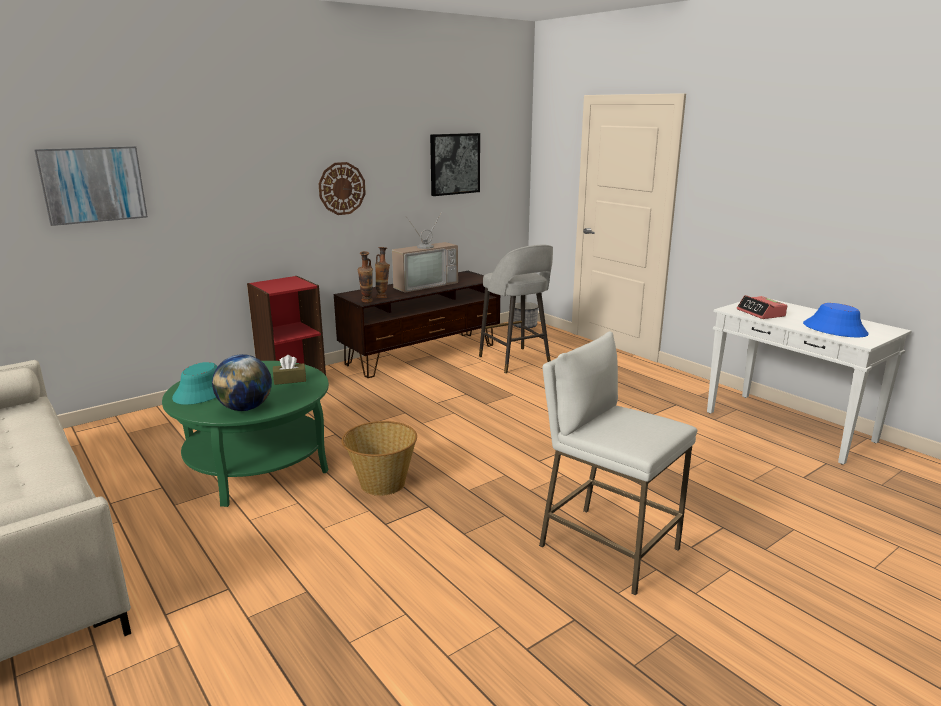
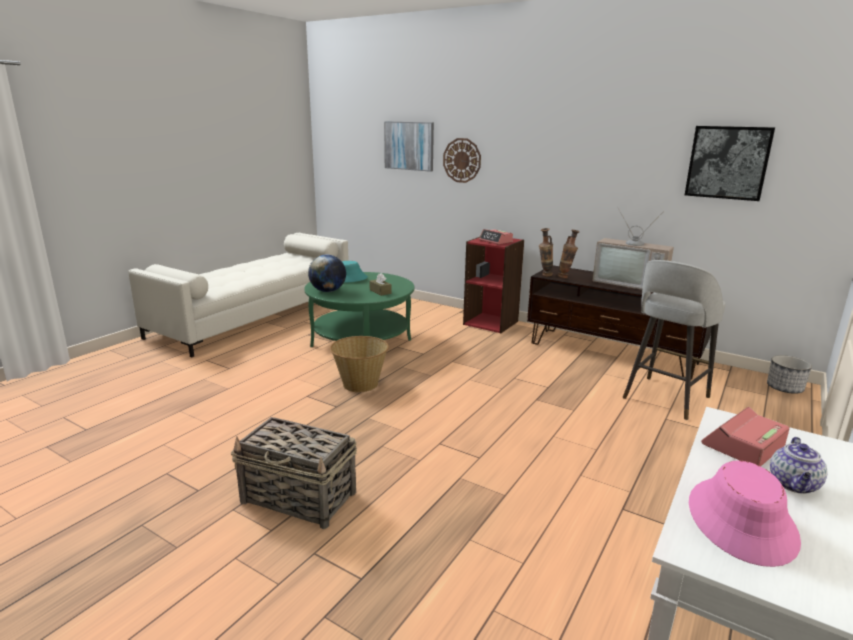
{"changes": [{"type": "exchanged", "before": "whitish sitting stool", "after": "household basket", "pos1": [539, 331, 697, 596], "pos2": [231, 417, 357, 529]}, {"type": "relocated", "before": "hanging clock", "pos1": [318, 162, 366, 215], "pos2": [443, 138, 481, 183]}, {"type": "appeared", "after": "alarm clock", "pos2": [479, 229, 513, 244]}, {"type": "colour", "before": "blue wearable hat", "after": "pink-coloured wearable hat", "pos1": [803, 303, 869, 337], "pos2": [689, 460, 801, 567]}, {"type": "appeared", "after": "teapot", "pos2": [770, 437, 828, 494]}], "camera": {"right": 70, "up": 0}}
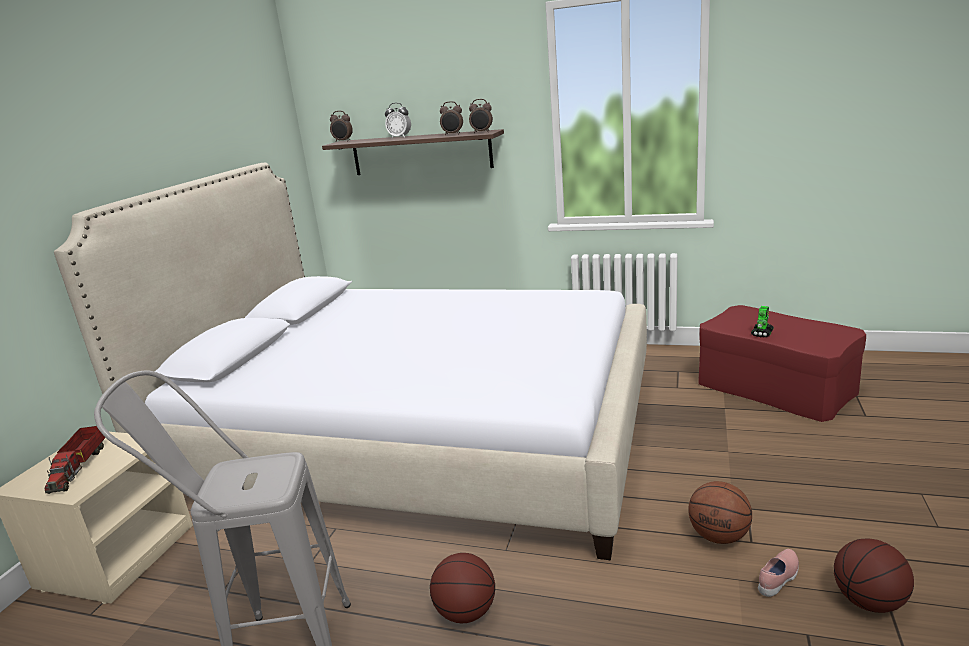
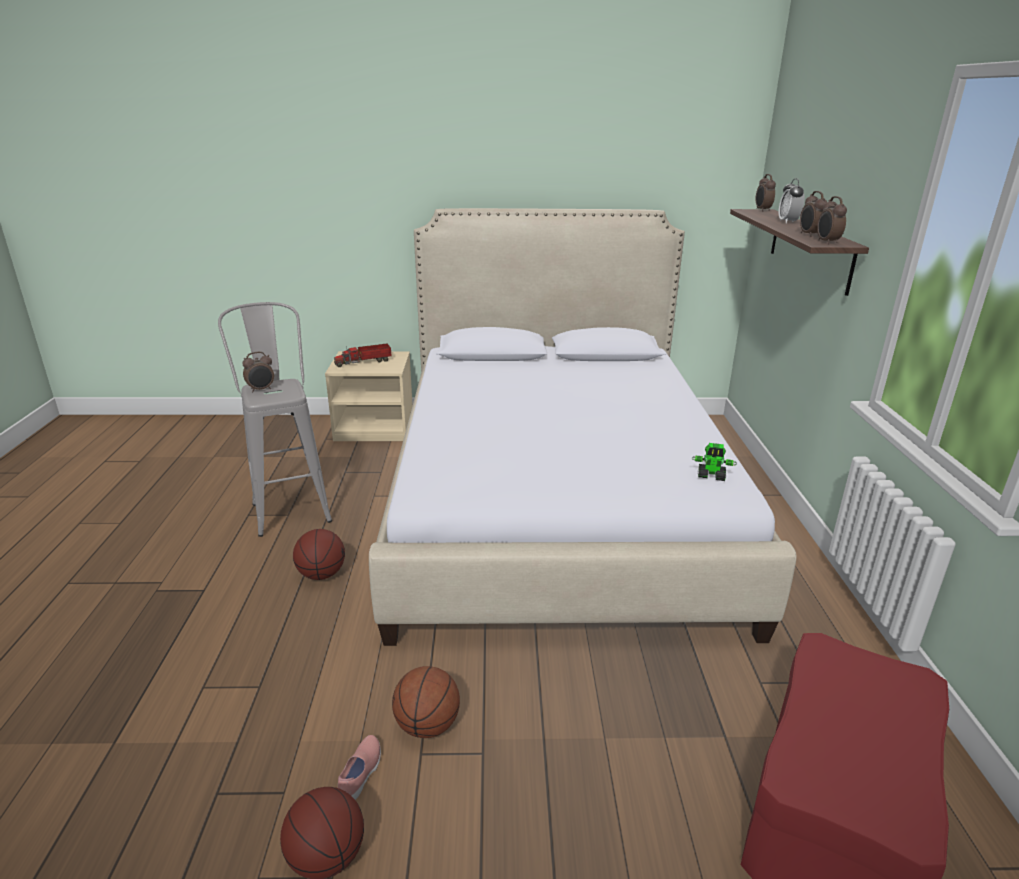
{"changes": [{"type": "appeared", "after": "alarm clock", "pos2": [242, 352, 274, 392]}, {"type": "spun", "before": "pink-coloured item of footwear", "pos1": [758, 549, 799, 597], "pos2": [338, 735, 381, 800], "turn": -105}, {"type": "relocated", "before": "robot figure", "pos1": [751, 306, 774, 337], "pos2": [692, 443, 737, 481]}], "camera": {"right": 70, "up": 5}}
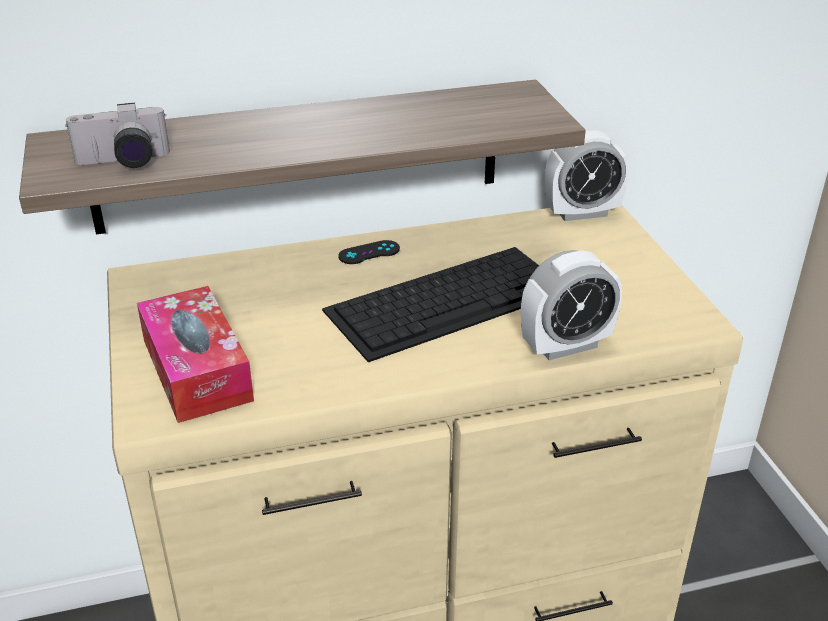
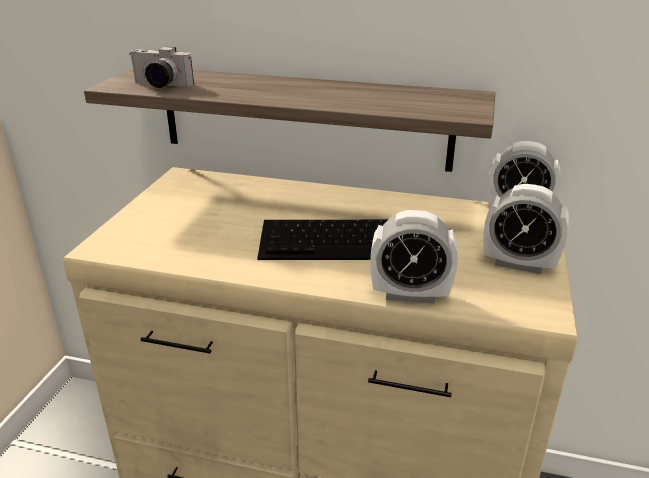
{"changes": [{"type": "appeared", "after": "alarm clock", "pos2": [483, 184, 569, 274]}, {"type": "missing", "before": "tissue box", "pos1": [137, 286, 254, 423]}, {"type": "missing", "before": "black-coloured game controller", "pos1": [338, 240, 400, 264]}], "camera": {"right": 30, "up": -5}}
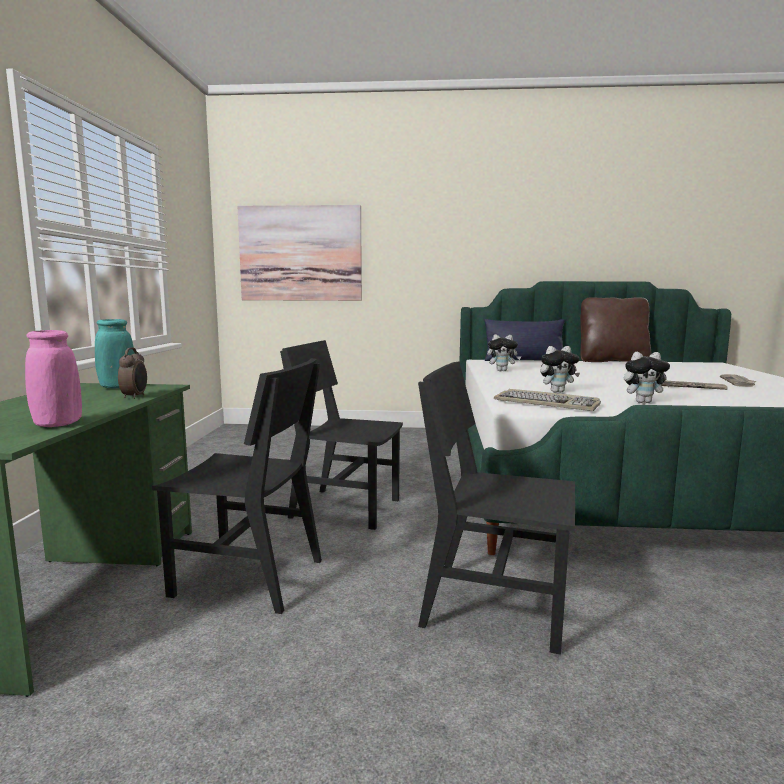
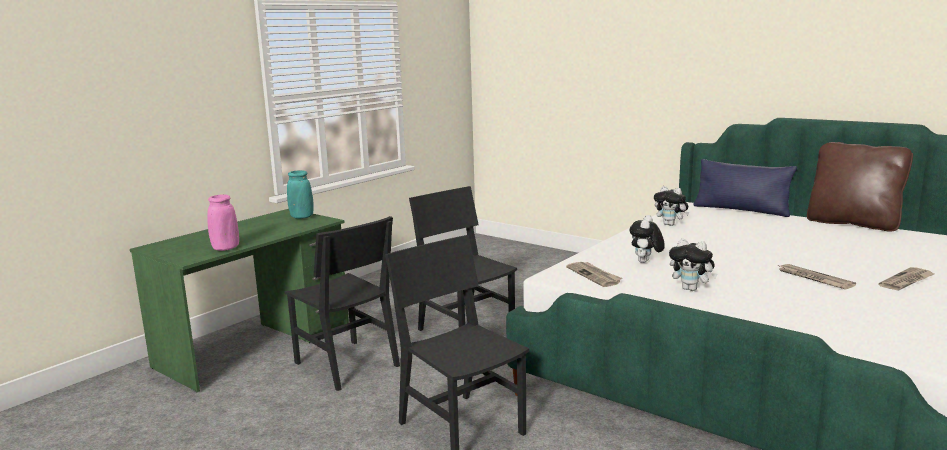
{"changes": [{"type": "exchanged", "before": "computer keyboard", "after": "daily paper", "pos1": [494, 389, 601, 411], "pos2": [566, 262, 622, 287]}, {"type": "spun", "before": "cuddly toy", "pos1": [540, 346, 580, 393], "pos2": [630, 215, 665, 263], "turn": 90}, {"type": "missing", "before": "alarm clock", "pos1": [118, 348, 147, 399]}, {"type": "missing", "before": "wall picture", "pos1": [238, 205, 362, 301]}], "camera": {"right": 35, "up": 5}}
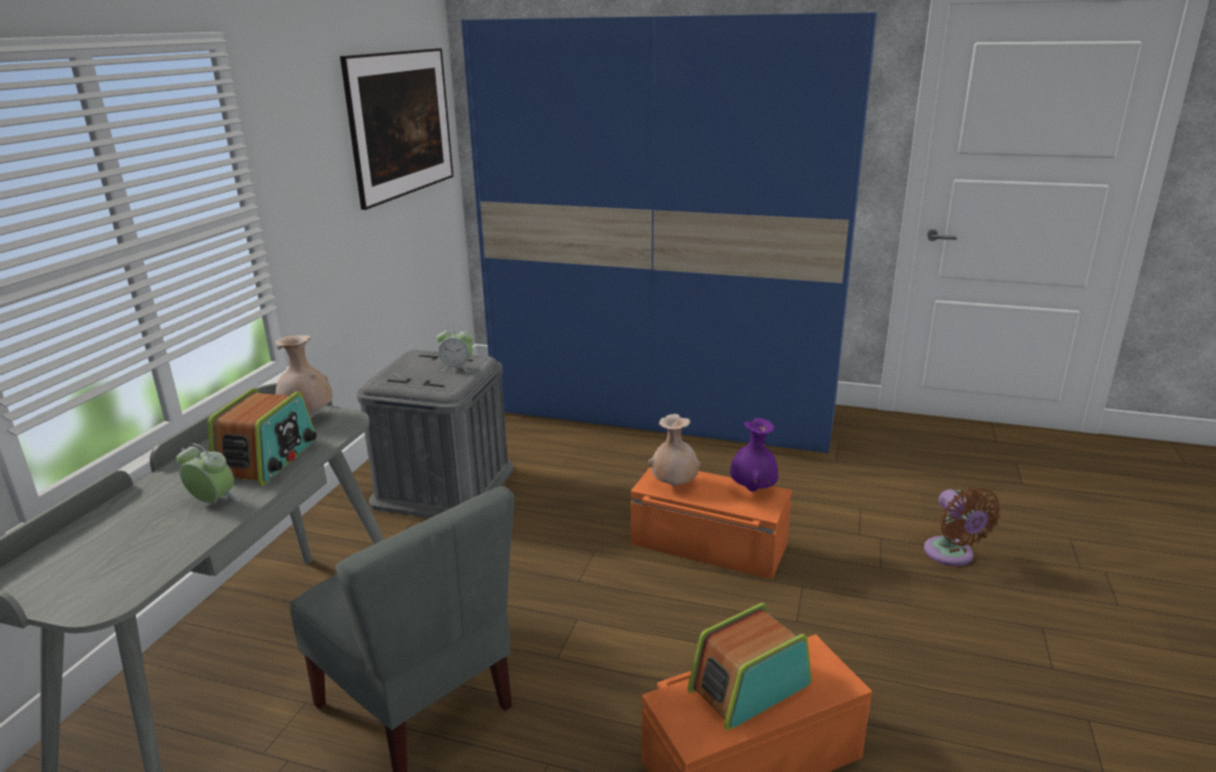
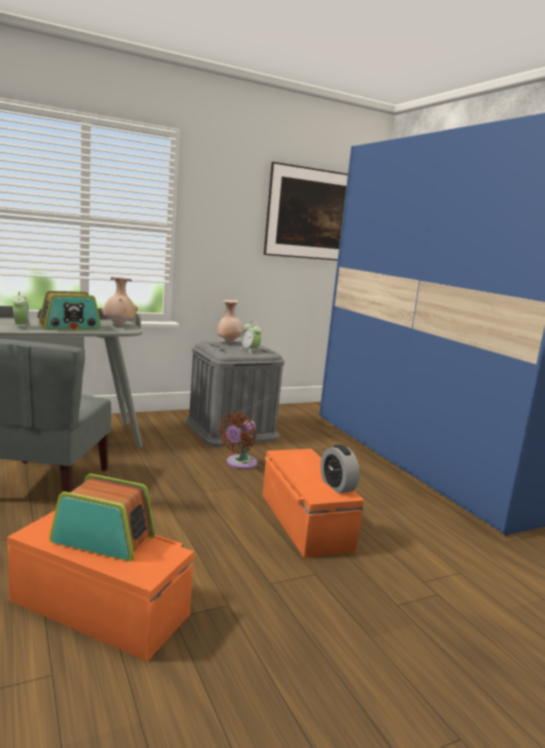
{"changes": [{"type": "relocated", "before": "sand-coloured vase", "pos1": [648, 414, 701, 486], "pos2": [216, 300, 244, 343]}, {"type": "relocated", "before": "brownish electric fan", "pos1": [924, 487, 1001, 566], "pos2": [218, 411, 257, 469]}, {"type": "exchanged", "before": "purple-coloured vase", "after": "alarm clock", "pos1": [730, 418, 778, 492], "pos2": [321, 445, 360, 494]}], "camera": {"right": 45, "up": -10}}
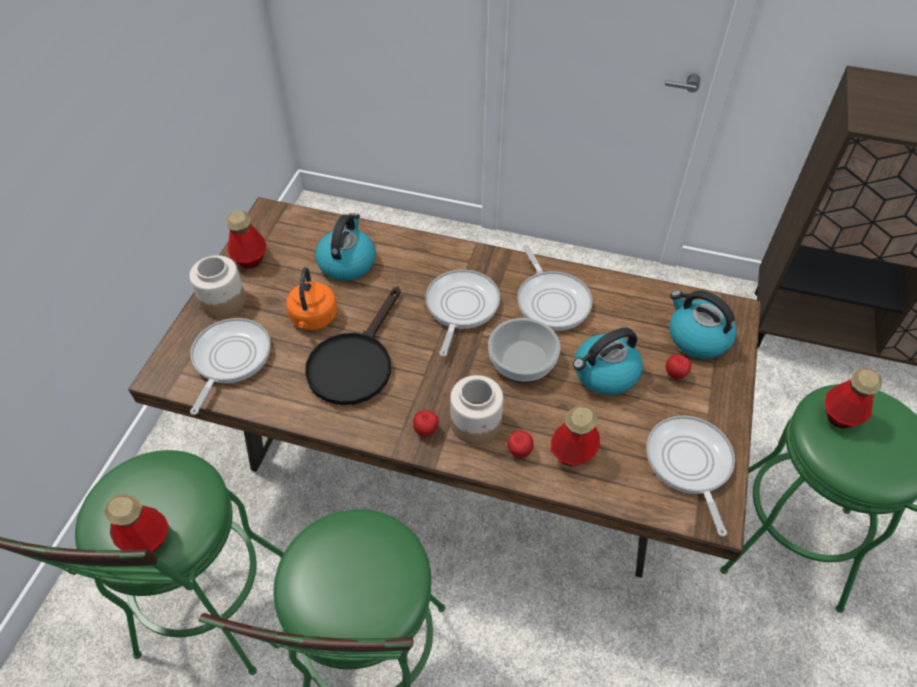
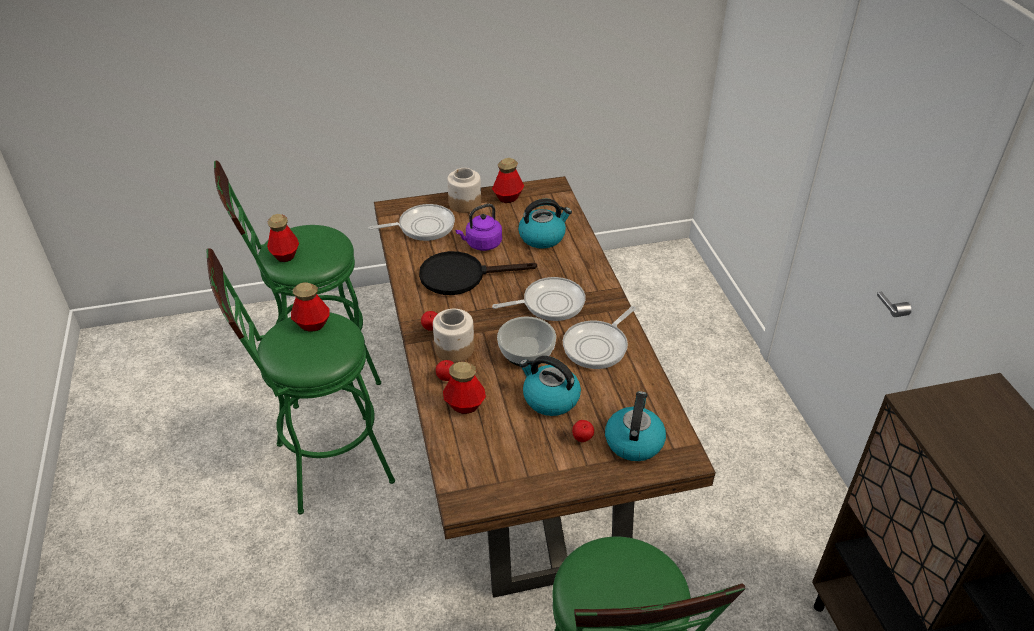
{"changes": [{"type": "relocated", "before": "drink bottle", "pos1": [825, 368, 882, 429], "pos2": [291, 282, 330, 332]}, {"type": "colour", "before": "orange tea kettle", "after": "purple-coloured tea kettle", "pos1": [286, 267, 337, 330], "pos2": [456, 204, 502, 251]}, {"type": "missing", "before": "frying pan", "pos1": [647, 416, 735, 537]}], "camera": {"right": 60, "up": -10}}
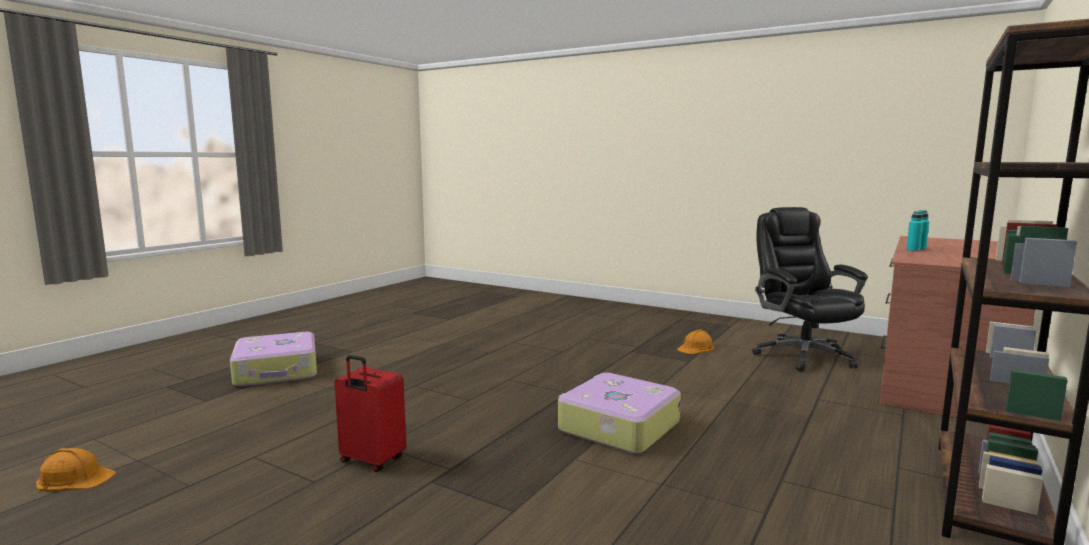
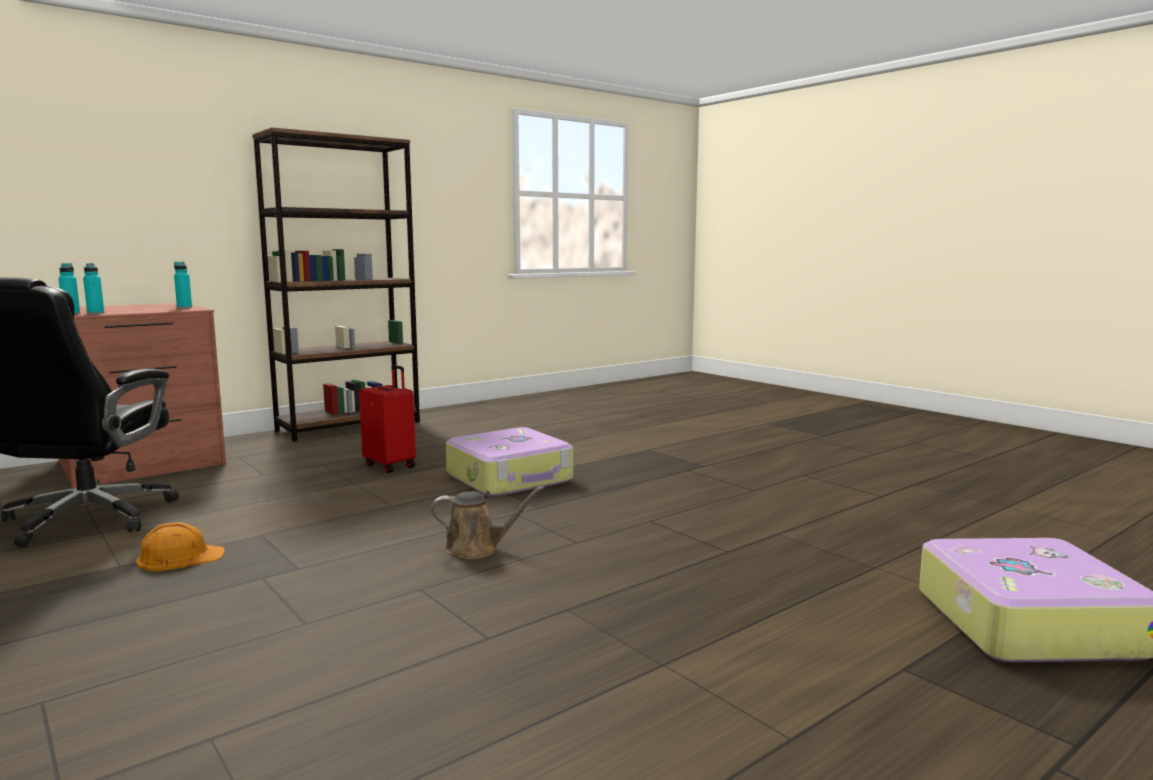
{"changes": [{"type": "appeared", "after": "turquoise drink bottle", "pos2": [174, 262, 192, 309]}, {"type": "relocated", "before": "reddish suitcase", "pos1": [334, 355, 406, 472], "pos2": [359, 365, 416, 473]}, {"type": "appeared", "after": "brownish watering pot", "pos2": [430, 486, 545, 559]}, {"type": "missing", "before": "orange hard hat", "pos1": [36, 448, 116, 492]}], "camera": {"right": -160, "up": 0}}
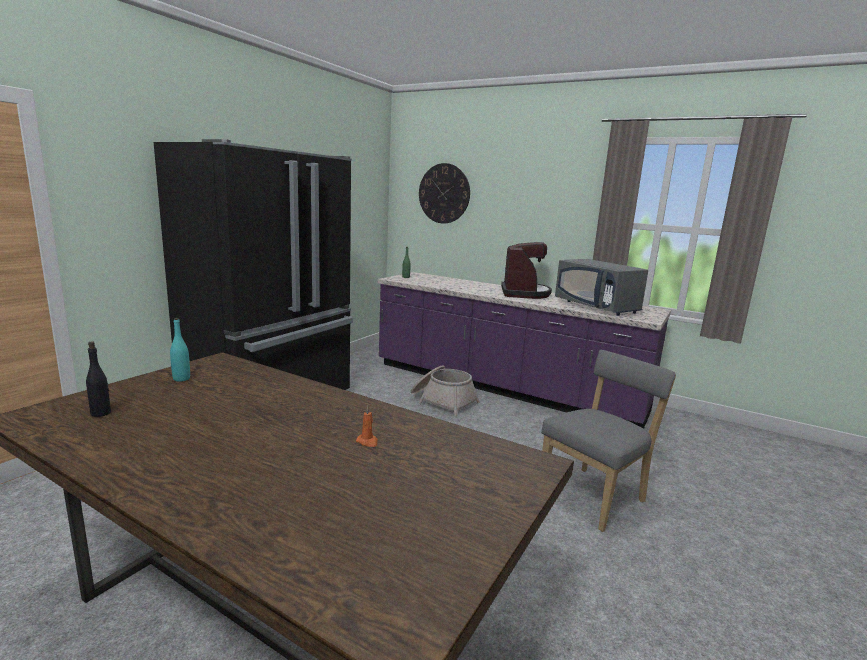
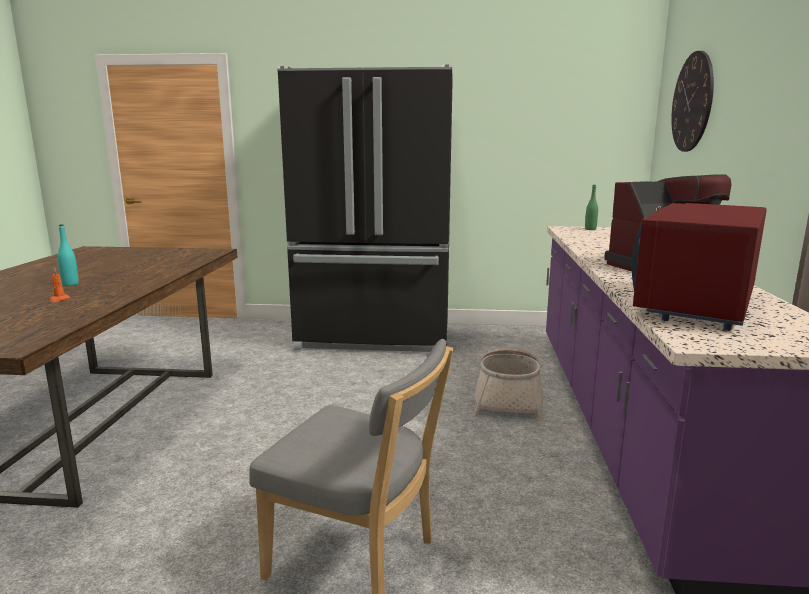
{"changes": [{"type": "relocated", "before": "turquoise drink bottle", "pos1": [170, 318, 190, 382], "pos2": [57, 224, 79, 286]}, {"type": "colour", "before": "greyish microwave", "after": "reddish microwave", "pos1": [555, 259, 648, 316], "pos2": [632, 203, 767, 331]}, {"type": "missing", "before": "black-coloured drink bottle", "pos1": [86, 341, 111, 417]}], "camera": {"right": 65, "up": 0}}
